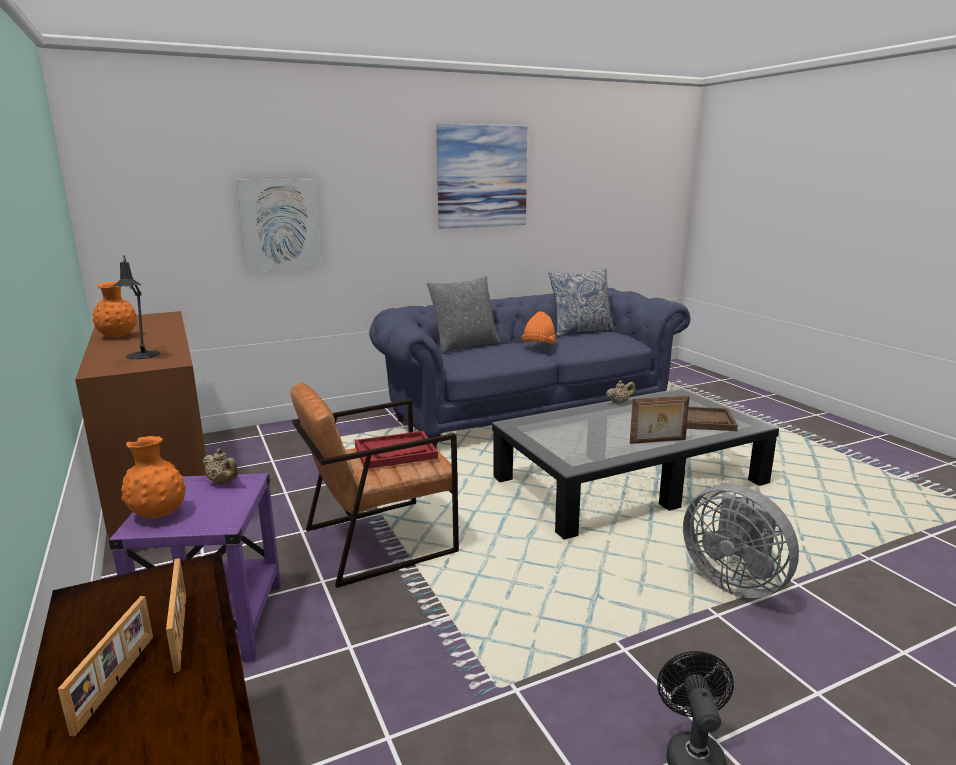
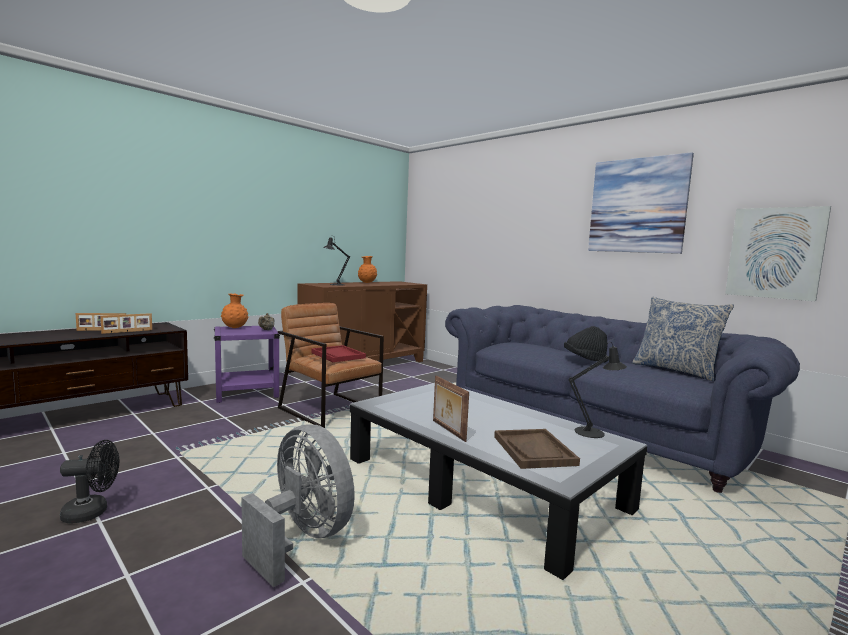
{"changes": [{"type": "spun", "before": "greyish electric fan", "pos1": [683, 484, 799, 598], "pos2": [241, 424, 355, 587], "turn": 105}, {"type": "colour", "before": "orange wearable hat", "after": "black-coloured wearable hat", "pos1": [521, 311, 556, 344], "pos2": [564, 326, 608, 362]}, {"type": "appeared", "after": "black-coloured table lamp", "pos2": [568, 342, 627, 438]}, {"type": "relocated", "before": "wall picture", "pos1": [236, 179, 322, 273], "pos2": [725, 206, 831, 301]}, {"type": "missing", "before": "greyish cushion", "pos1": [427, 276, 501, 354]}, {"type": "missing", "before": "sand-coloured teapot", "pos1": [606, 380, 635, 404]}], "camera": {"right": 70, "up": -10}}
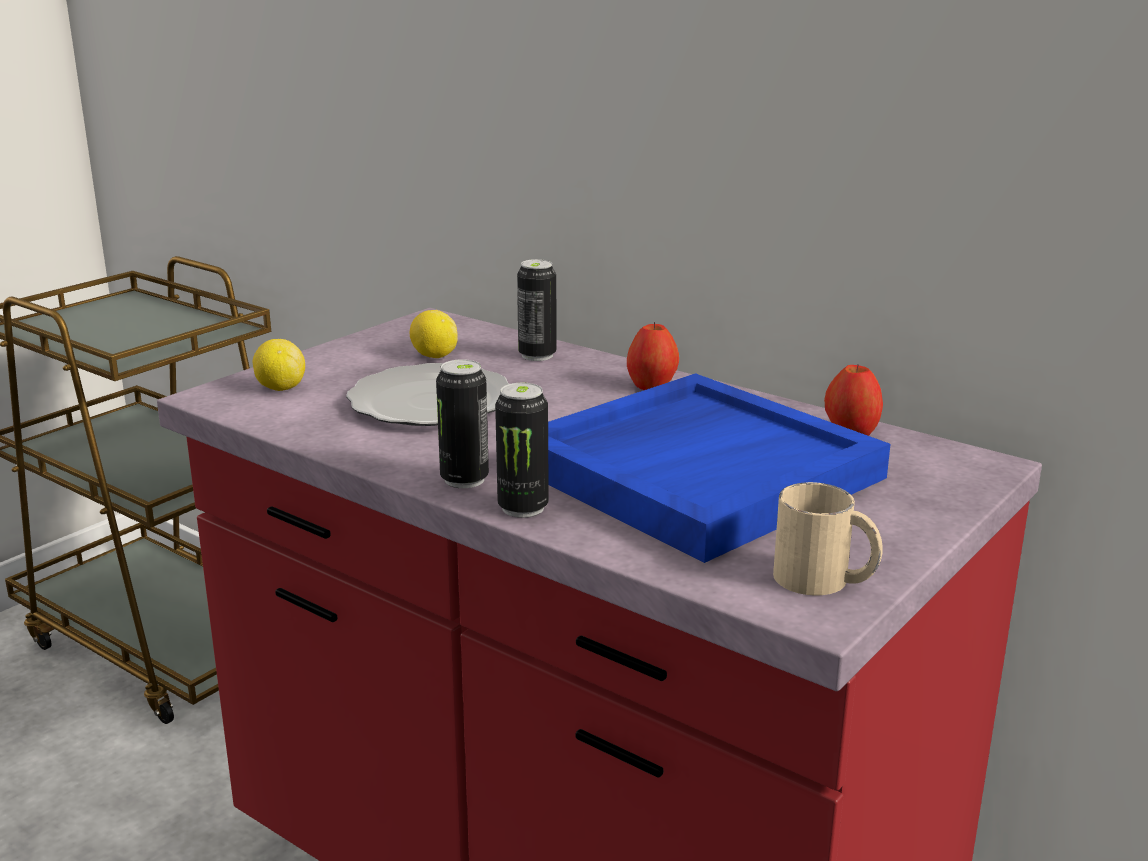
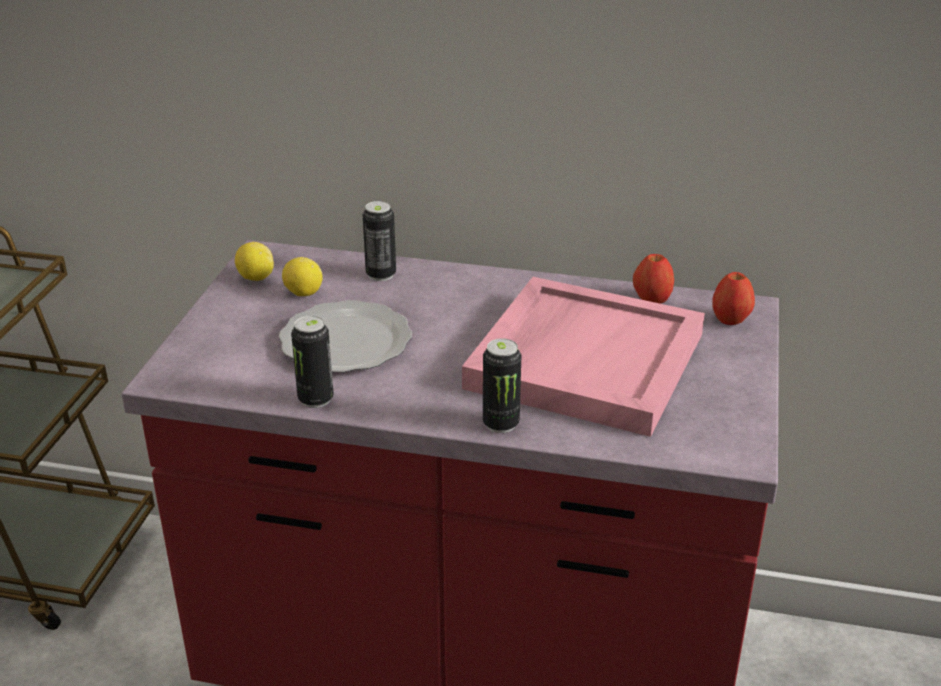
{"changes": [{"type": "relocated", "before": "citrus fruit", "pos1": [252, 339, 305, 391], "pos2": [235, 242, 274, 281]}, {"type": "relocated", "before": "can", "pos1": [436, 359, 489, 488], "pos2": [291, 316, 334, 408]}, {"type": "colour", "before": "blue carrying tray", "after": "pink-coloured carrying tray", "pos1": [548, 373, 891, 563], "pos2": [462, 277, 705, 437]}, {"type": "relocated", "before": "whole apple", "pos1": [627, 322, 679, 390], "pos2": [712, 272, 755, 325]}, {"type": "missing", "before": "sand-coloured coffee mug", "pos1": [773, 482, 883, 595]}], "camera": {"right": -25, "up": 10}}
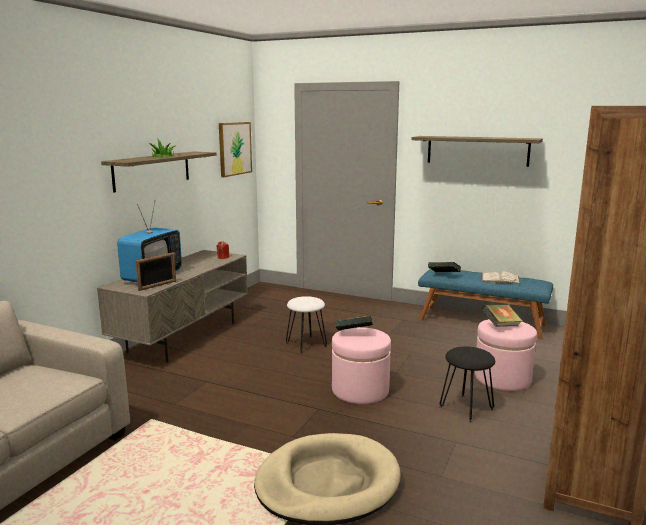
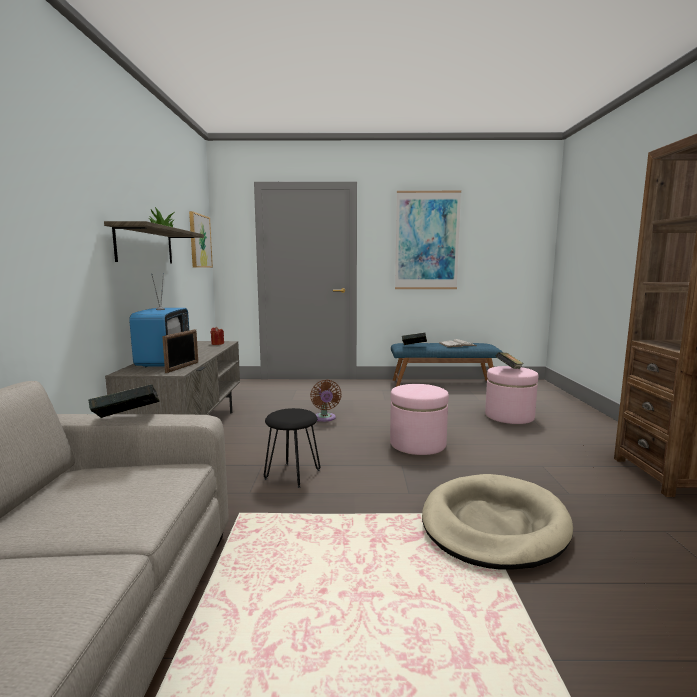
{"changes": [{"type": "relocated", "before": "bound book", "pos1": [335, 316, 373, 331], "pos2": [88, 384, 159, 418]}, {"type": "relocated", "before": "black-coloured sitting stool", "pos1": [439, 346, 495, 422], "pos2": [264, 408, 320, 488]}, {"type": "exchanged", "before": "whitish sitting stool", "after": "brownish electric fan", "pos1": [286, 296, 327, 354], "pos2": [310, 380, 341, 422]}, {"type": "exchanged", "before": "bracket shelf", "after": "wall picture", "pos1": [411, 136, 543, 167], "pos2": [395, 191, 461, 289]}], "camera": {"right": -25, "up": -5}}
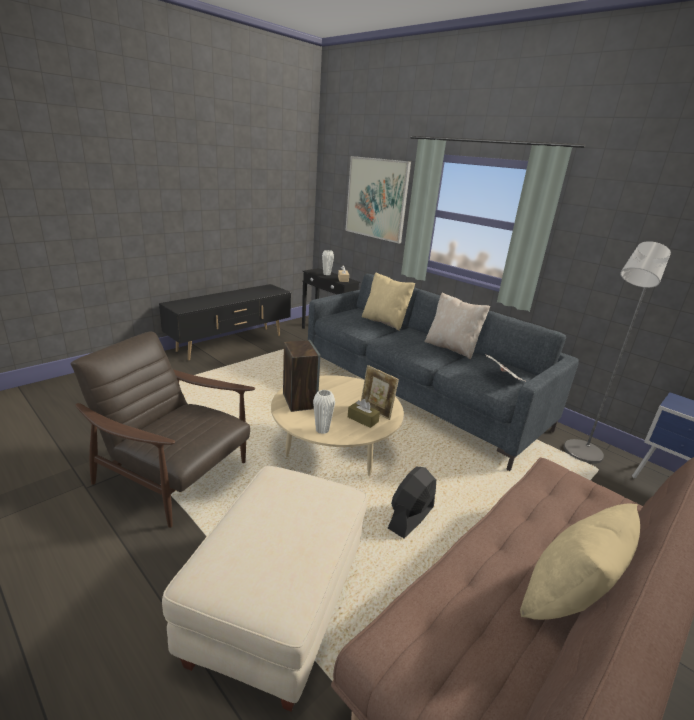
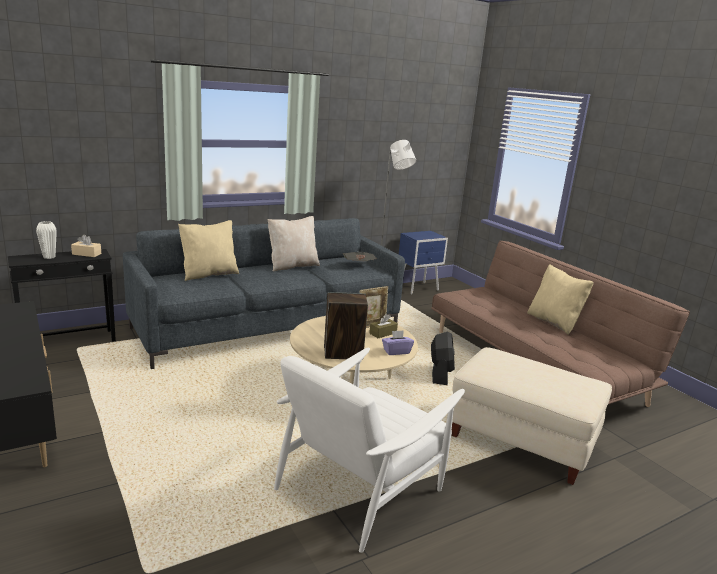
{"changes": [{"type": "colour", "before": "brownish lounge chair", "after": "whitish lounge chair", "pos1": [71, 332, 255, 528], "pos2": [274, 348, 465, 553]}, {"type": "exchanged", "before": "whitish vase", "after": "purple-coloured tissue box", "pos1": [313, 390, 335, 434], "pos2": [382, 330, 414, 355]}, {"type": "spun", "before": "black-coloured electric fan", "pos1": [388, 467, 436, 538], "pos2": [431, 332, 455, 385], "turn": -135}, {"type": "missing", "before": "wall picture", "pos1": [345, 156, 411, 243]}], "camera": {"right": -75, "up": -5}}
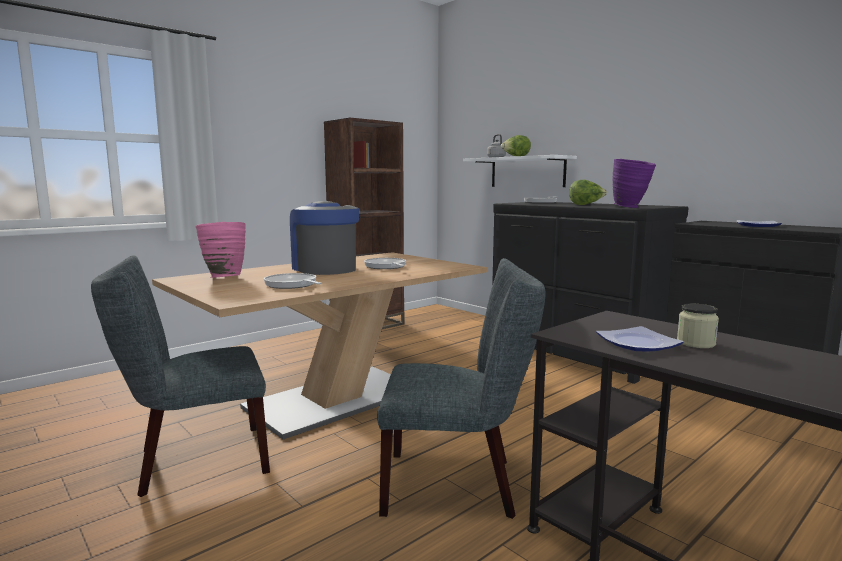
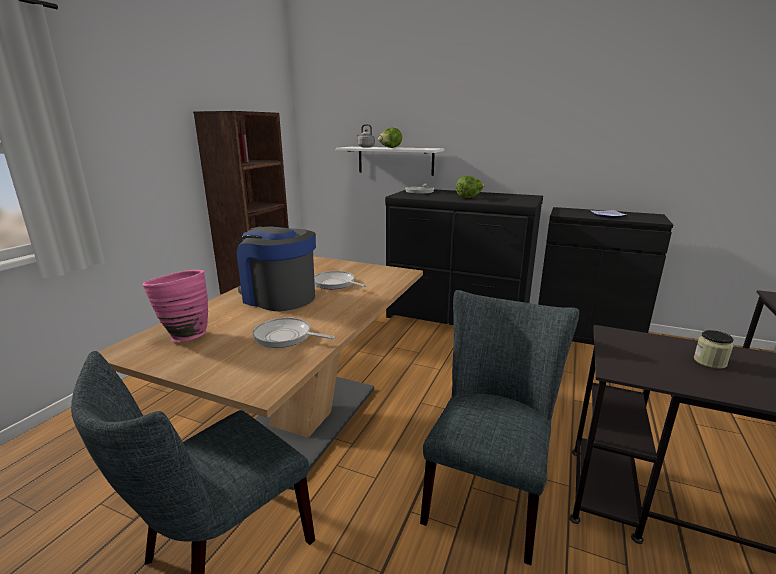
{"changes": [{"type": "spun", "before": "greyish plain chair", "pos1": [377, 258, 545, 519], "pos2": [420, 290, 579, 565], "turn": -45}, {"type": "missing", "before": "plate", "pos1": [596, 326, 684, 352]}, {"type": "missing", "before": "purple-coloured vase", "pos1": [612, 159, 656, 208]}], "camera": {"right": -25, "up": 10}}
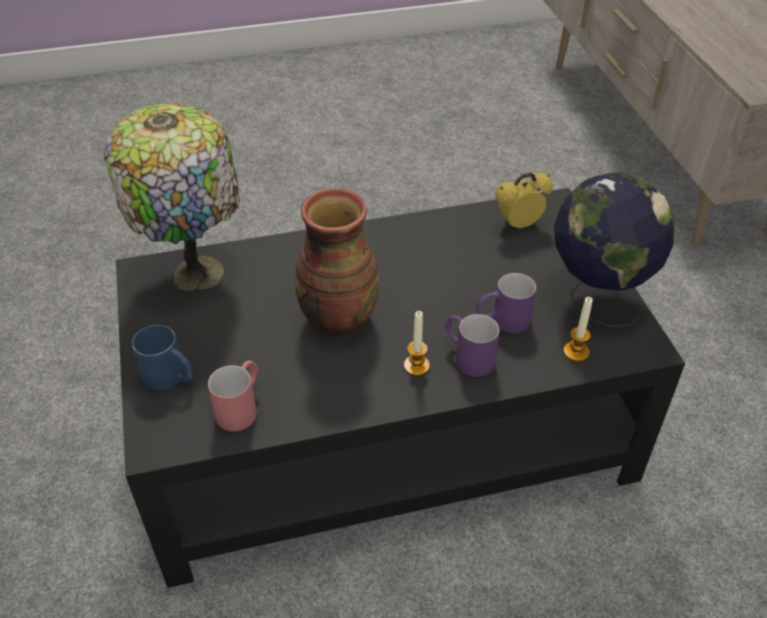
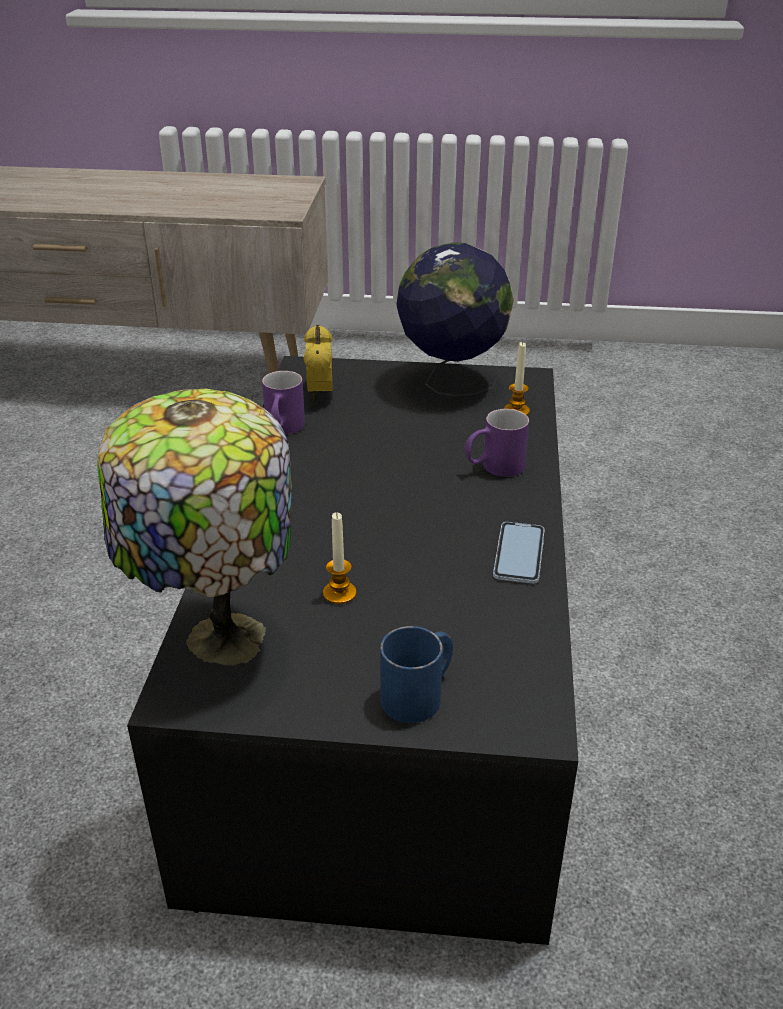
{"changes": [{"type": "relocated", "before": "purple-coloured coffee mug", "pos1": [476, 273, 536, 333], "pos2": [262, 371, 305, 434]}, {"type": "relocated", "before": "wax candle", "pos1": [404, 311, 430, 376], "pos2": [323, 512, 356, 604]}, {"type": "appeared", "after": "telephone", "pos2": [493, 522, 545, 584]}, {"type": "missing", "before": "reddish coffee mug", "pos1": [208, 360, 259, 431]}, {"type": "missing", "before": "vase", "pos1": [295, 188, 379, 336]}], "camera": {"right": -70, "up": -10}}
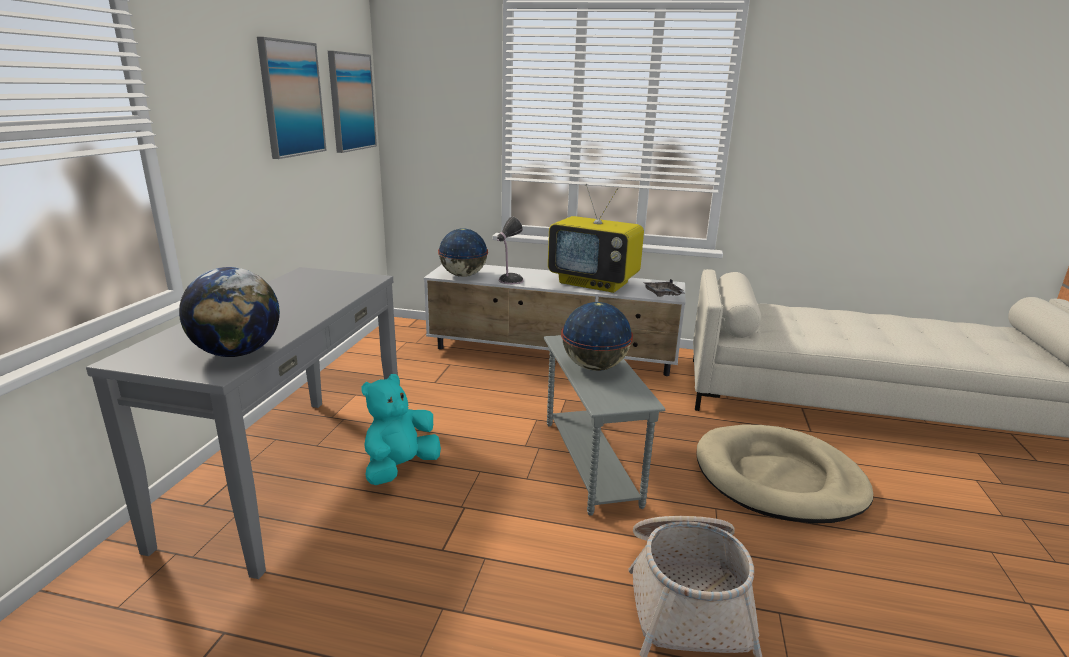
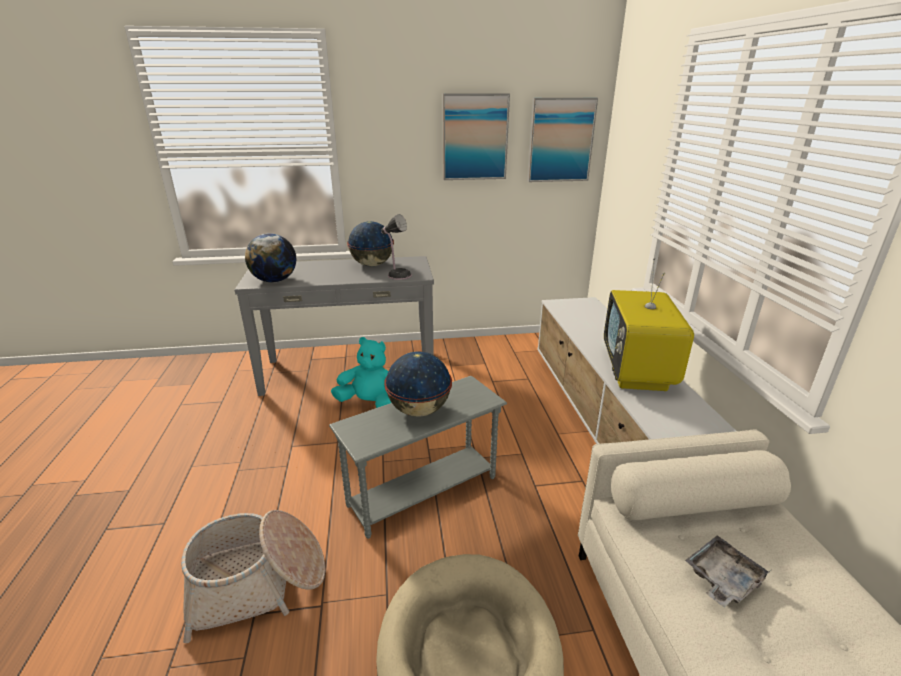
{"changes": [{"type": "relocated", "before": "desk globe", "pos1": [438, 228, 488, 277], "pos2": [347, 221, 394, 266]}, {"type": "relocated", "before": "table lamp", "pos1": [497, 217, 524, 284], "pos2": [381, 214, 412, 280]}, {"type": "relocated", "before": "greyish carrying tray", "pos1": [644, 279, 685, 297], "pos2": [685, 535, 771, 608]}], "camera": {"right": 70, "up": 5}}
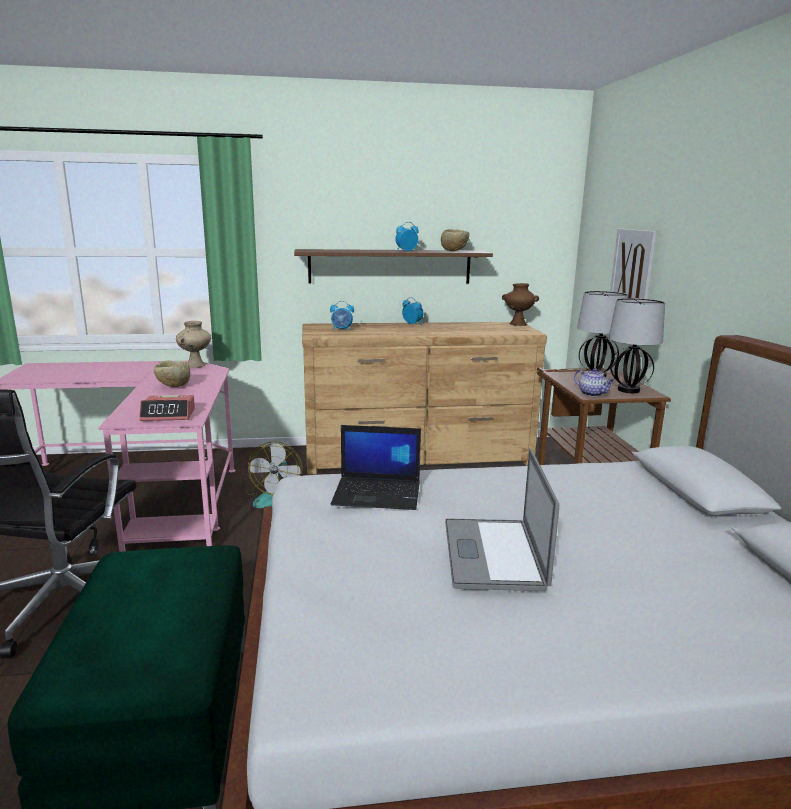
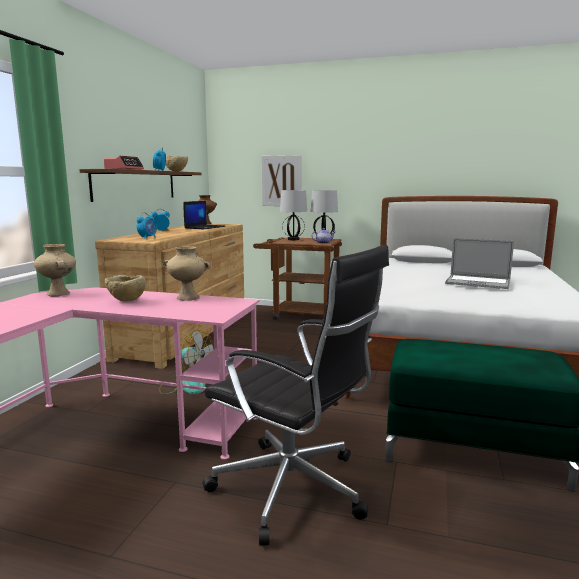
{"changes": [{"type": "relocated", "before": "alarm clock", "pos1": [139, 395, 195, 421], "pos2": [104, 155, 144, 170]}, {"type": "appeared", "after": "sand-coloured vase", "pos2": [162, 246, 210, 301]}, {"type": "relocated", "before": "laptop", "pos1": [331, 425, 421, 510], "pos2": [183, 201, 225, 229]}], "camera": {"right": -65, "up": -5}}
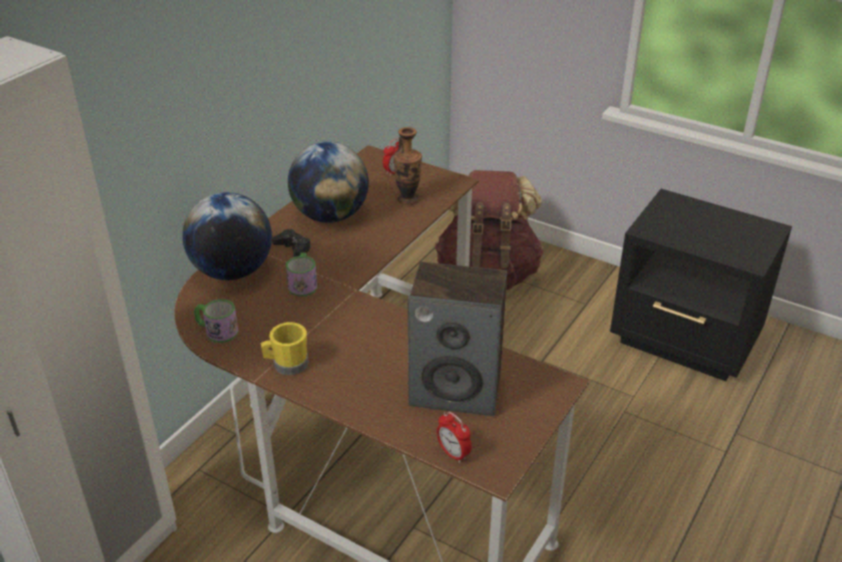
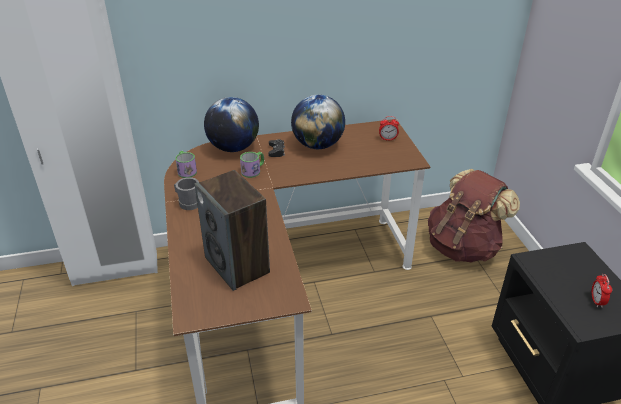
{"changes": [{"type": "colour", "before": "yellowish coffee mug", "after": "greyish coffee mug", "pos1": [261, 322, 309, 375], "pos2": [174, 177, 199, 210]}, {"type": "relocated", "before": "alarm clock", "pos1": [437, 412, 472, 463], "pos2": [592, 274, 612, 307]}, {"type": "missing", "before": "vase", "pos1": [393, 127, 422, 205]}], "camera": {"right": 45, "up": 0}}
